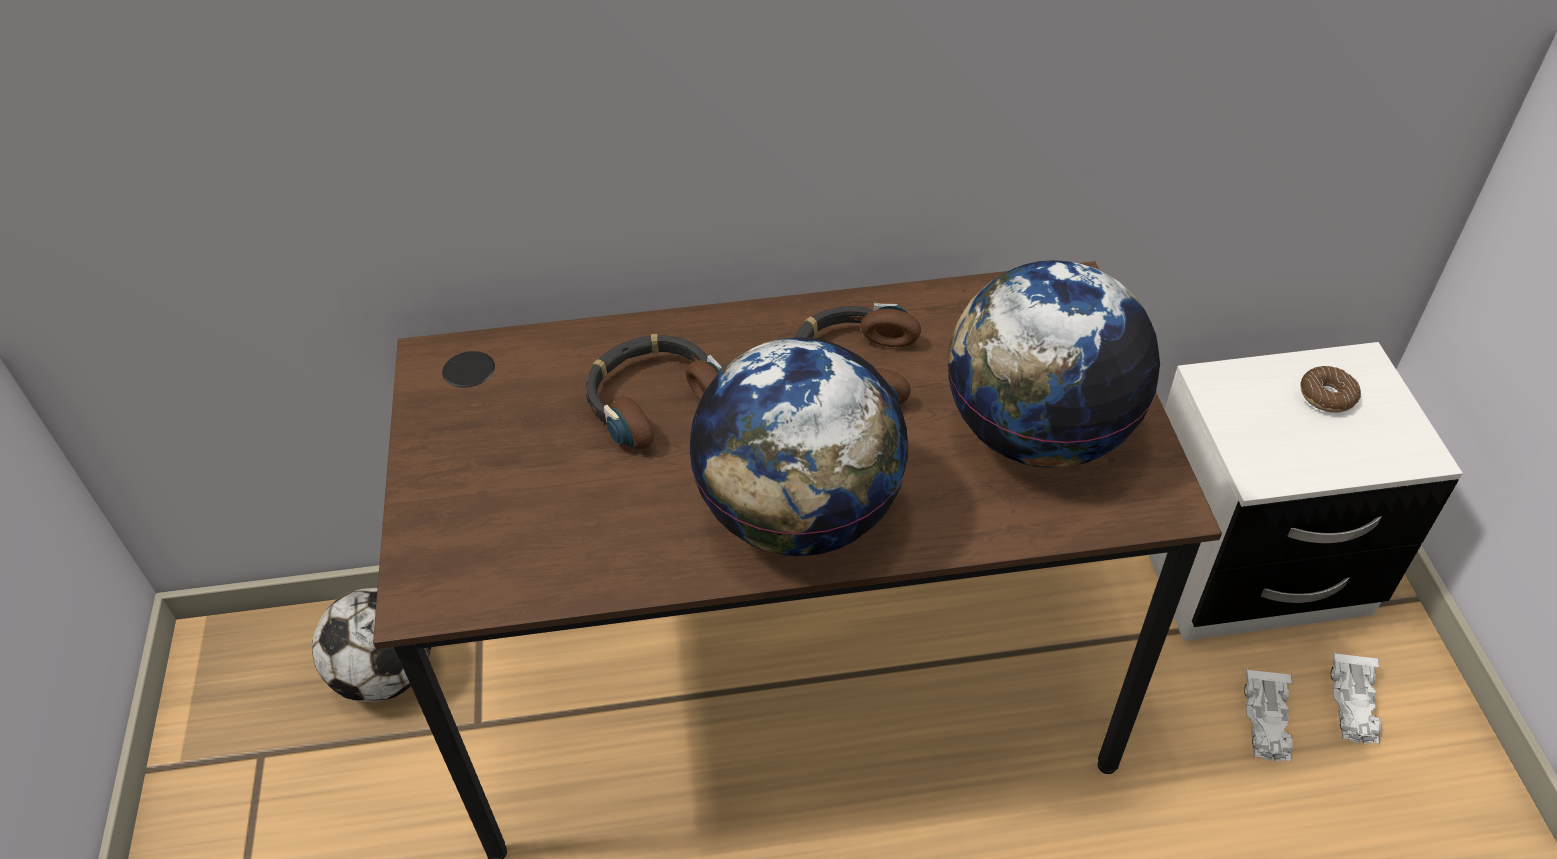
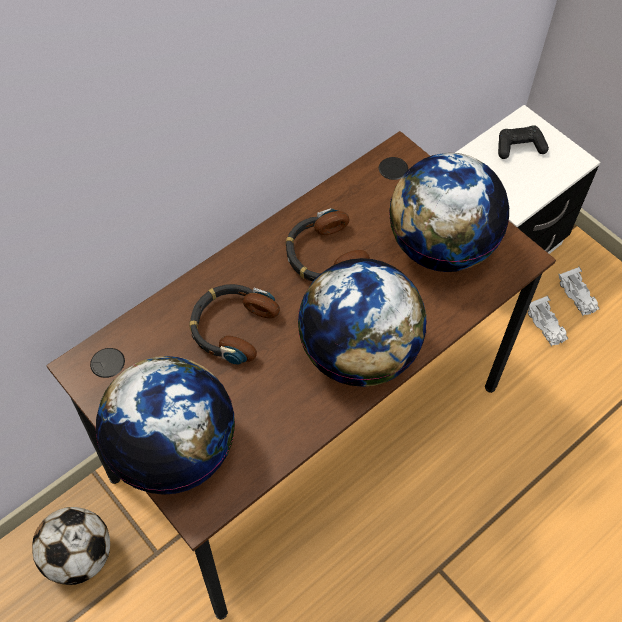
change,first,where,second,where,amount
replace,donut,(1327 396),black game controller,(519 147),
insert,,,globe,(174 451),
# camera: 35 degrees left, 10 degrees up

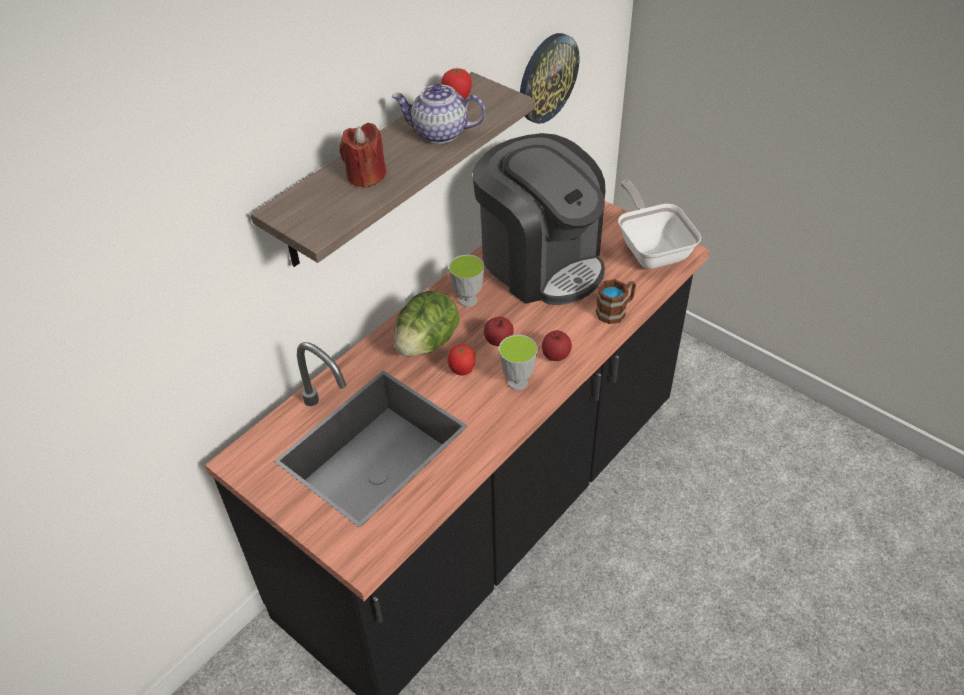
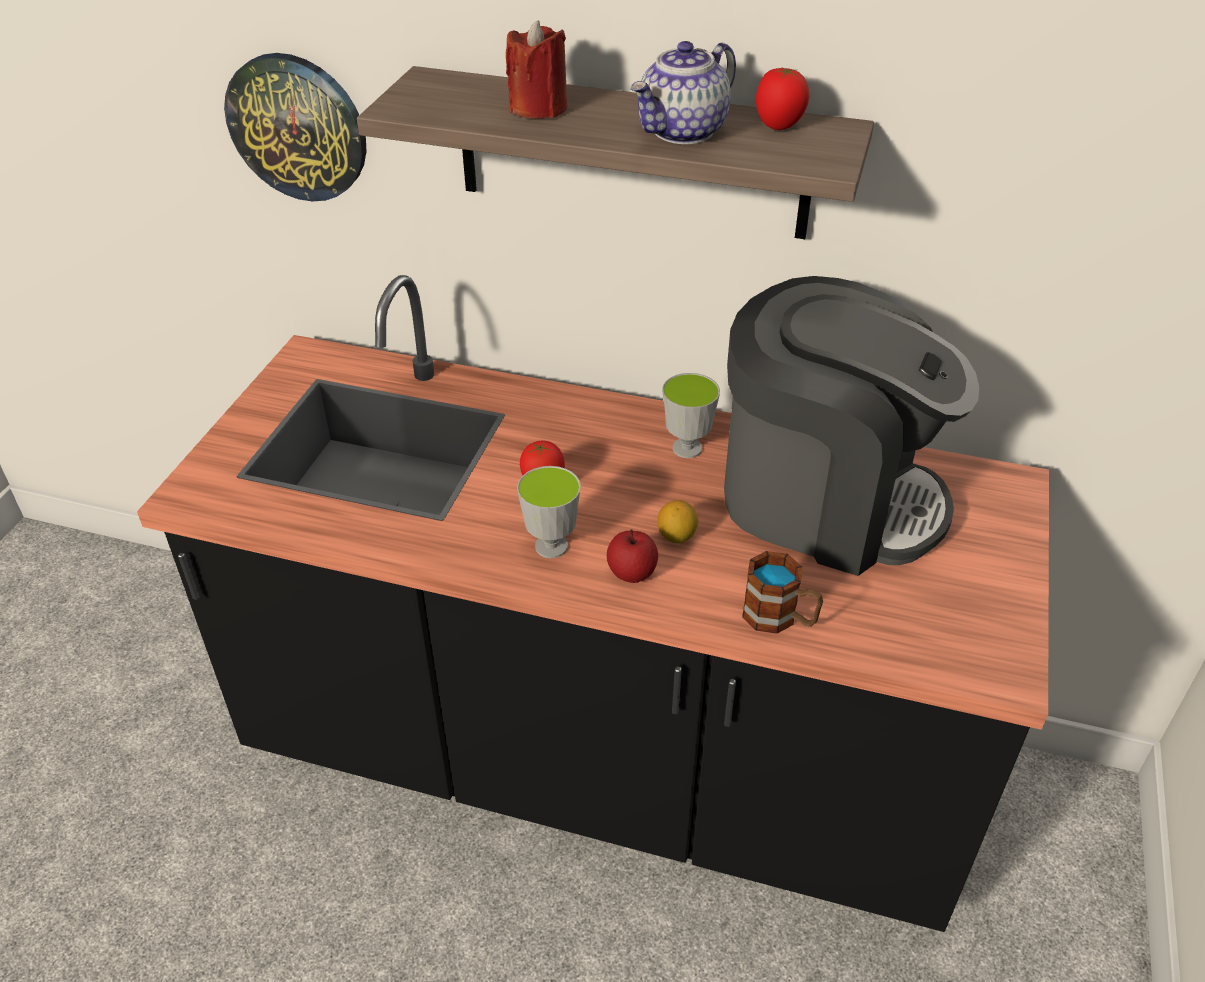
change,first,where,second,where,amount
move,wall clock,(547 78),,(298 127),
rotate,teapot,(439 133),,(683 132),120 degrees counterclockwise
rotate,coffee machine,(540 262),,(826 499),90 degrees counterclockwise
delete,frying pan,(652 249),,,
delete,lettuce,(427 343),,,
delete,apple,(498 340),,,
insert,,,lemon,(676 536),
# camera: 65 degrees right, 5 degrees down

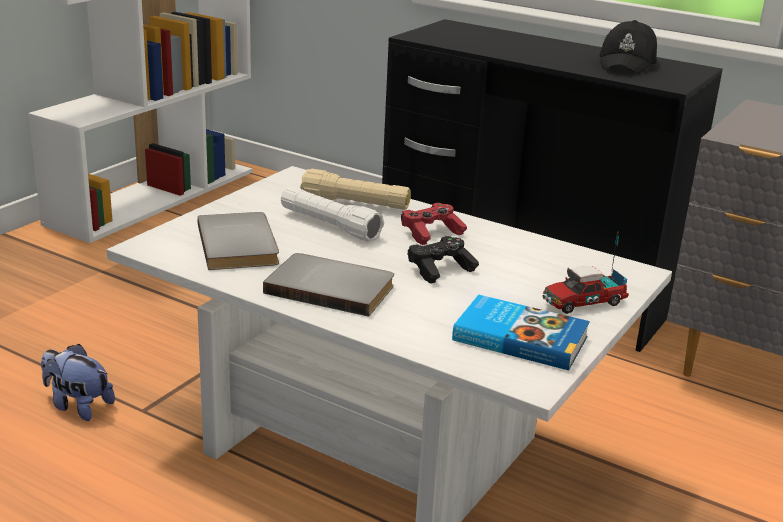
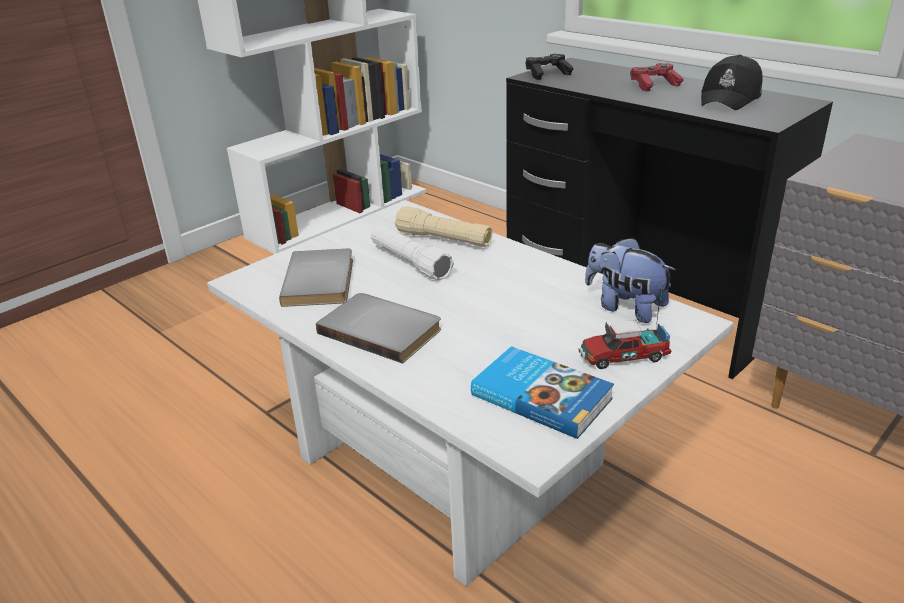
change,first,where,second,where,amount
move,red game controller,(431 233),,(654 85),
move,black game controller,(440 270),,(547 74),
move,plush toy,(77 406),,(625 307),
# camera: 15 degrees right, 5 degrees up

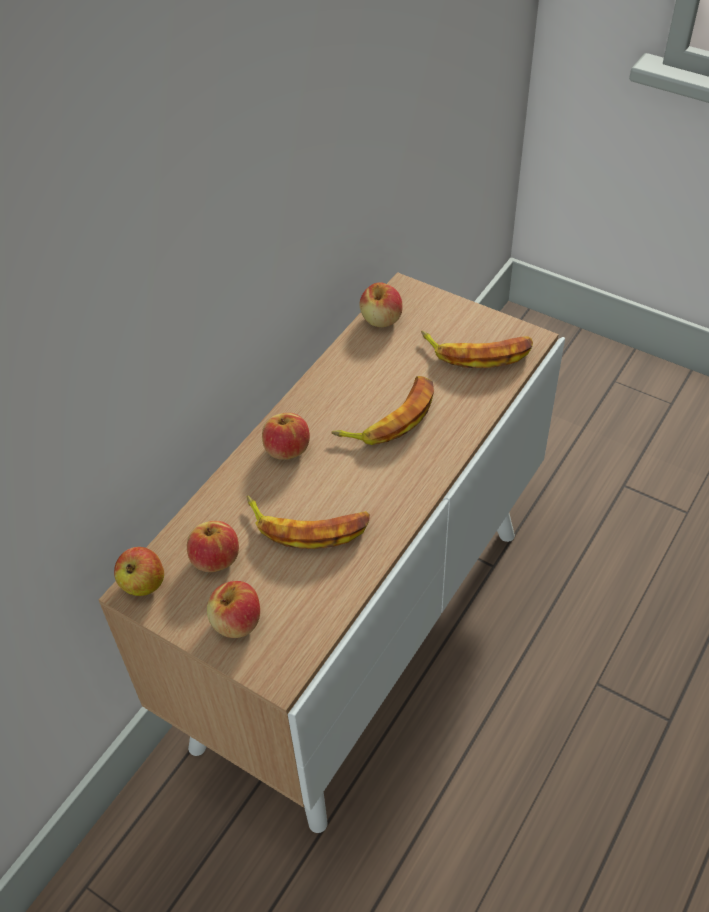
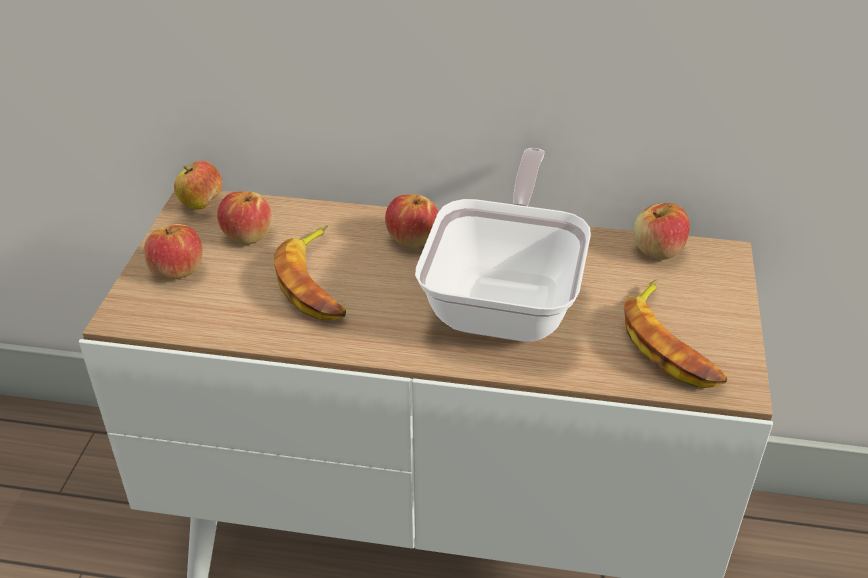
change,first,where,second,where,amount
replace,banana,(390 417),frying pan,(507 299),
# camera: 65 degrees right, 10 degrees down

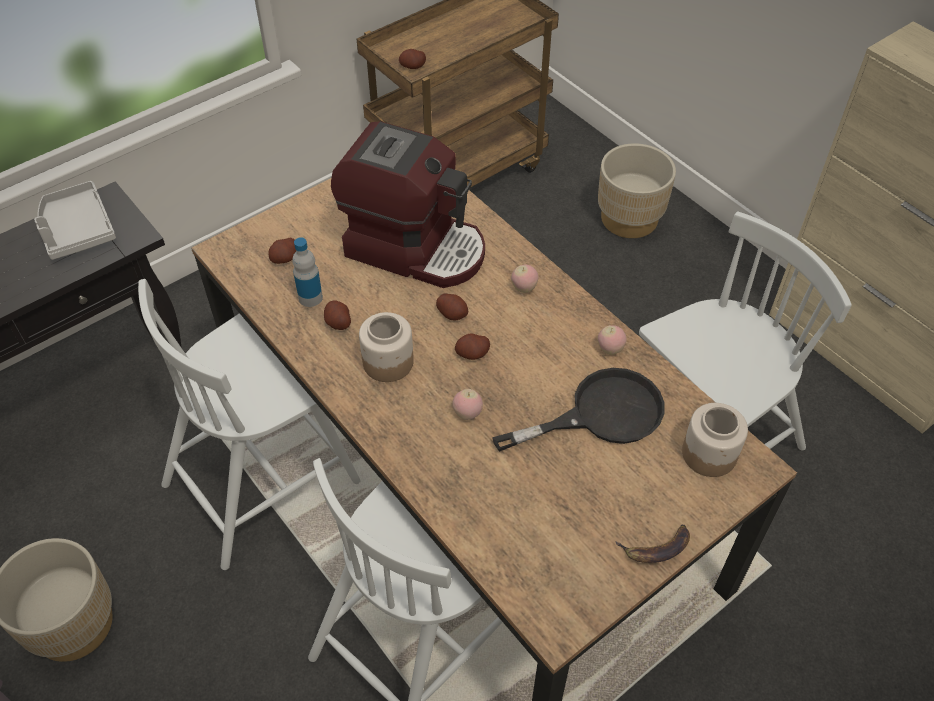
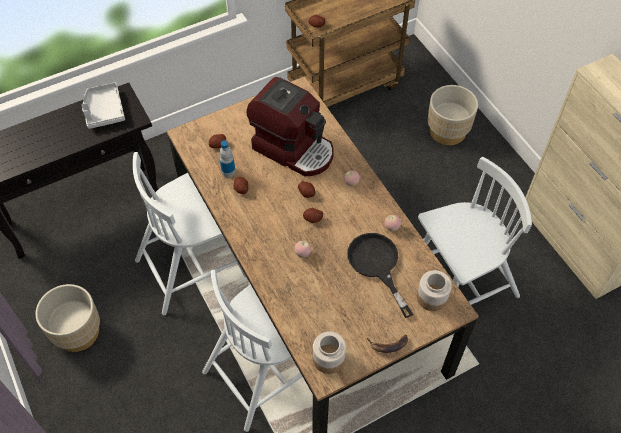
change,first,where,second,where,amount
move,jar,(387 362),,(328 359),
rotate,black frying pan,(600 414),,(377 265),105 degrees counterclockwise
# camera: 10 degrees right, 5 degrees up

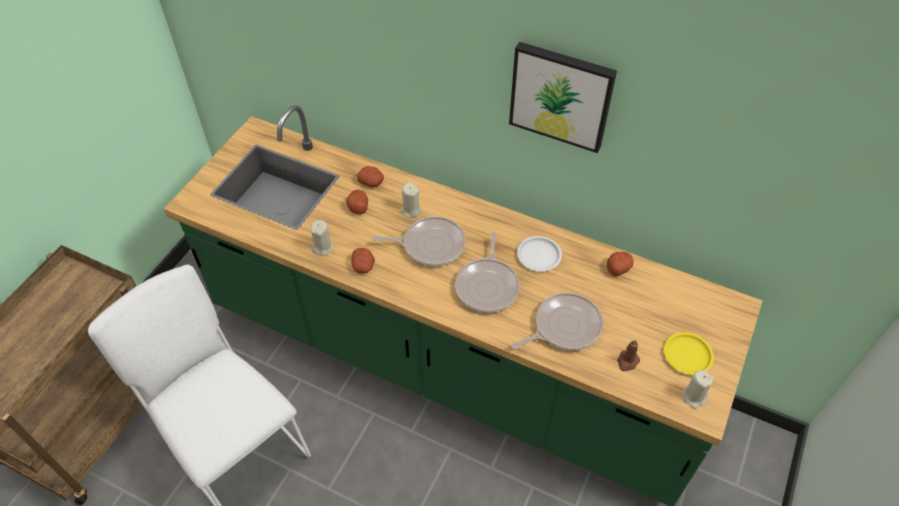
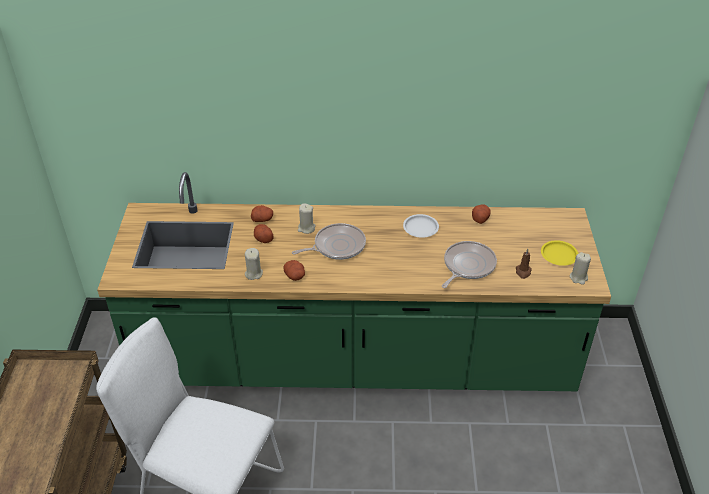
change,first,where,second,where,amount
delete,picture,(561 95),,,
delete,frying pan,(488 286),,,
# camera: 25 degrees left, 10 degrees down

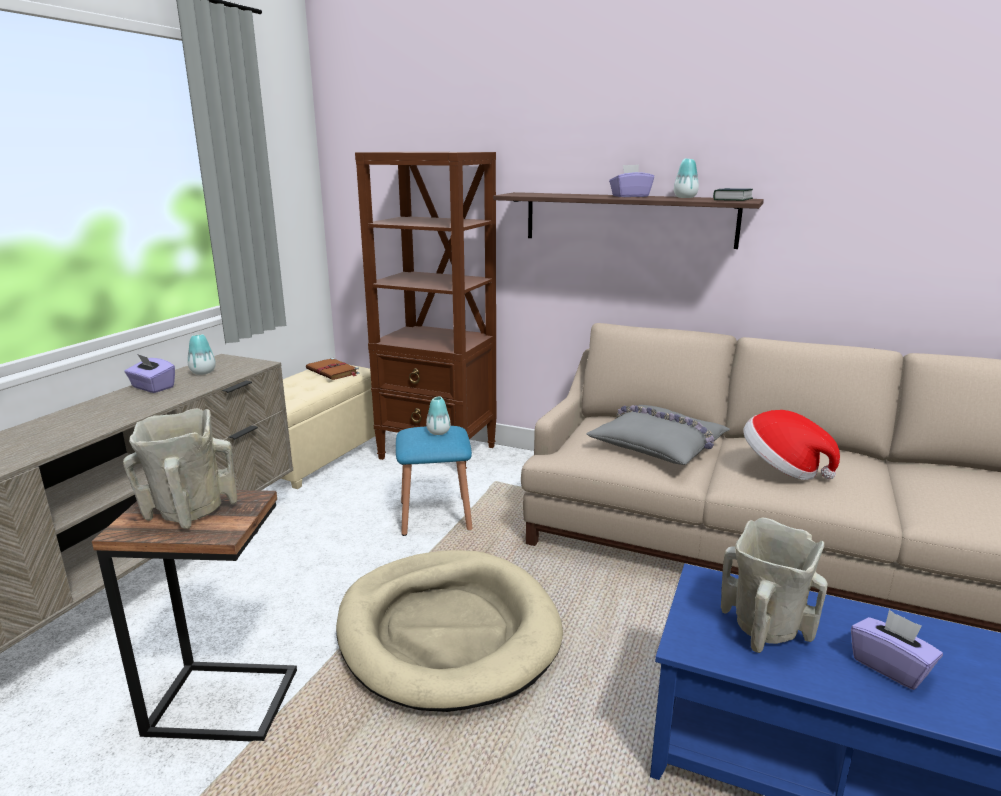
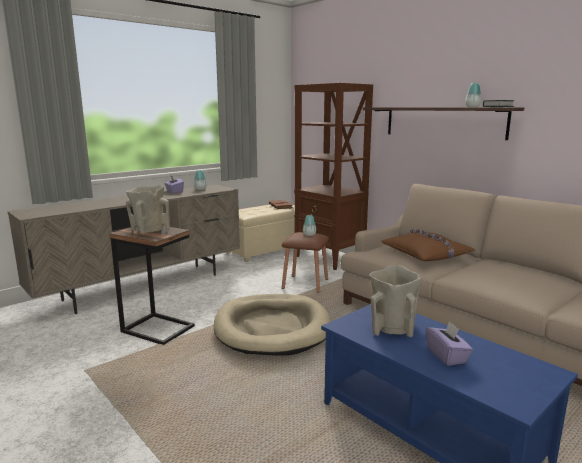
change,first,where,second,where,amount
delete,purple tissue box,(630 196),,,
recolor,grey pillow,(659 445),brown pillow,(426 254),
delete,hat,(782 468),,,
recolor,blue stool,(435 515),brown stool,(305 283),
# camera: 25 degrees right, 5 degrees down

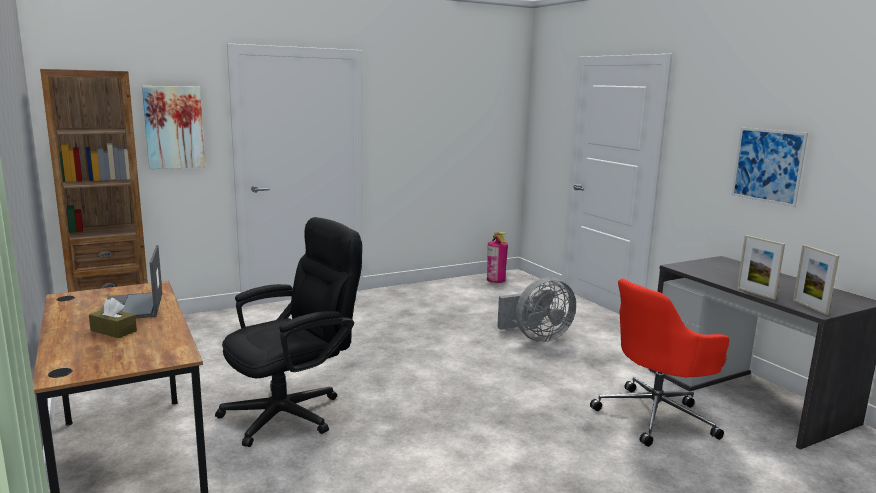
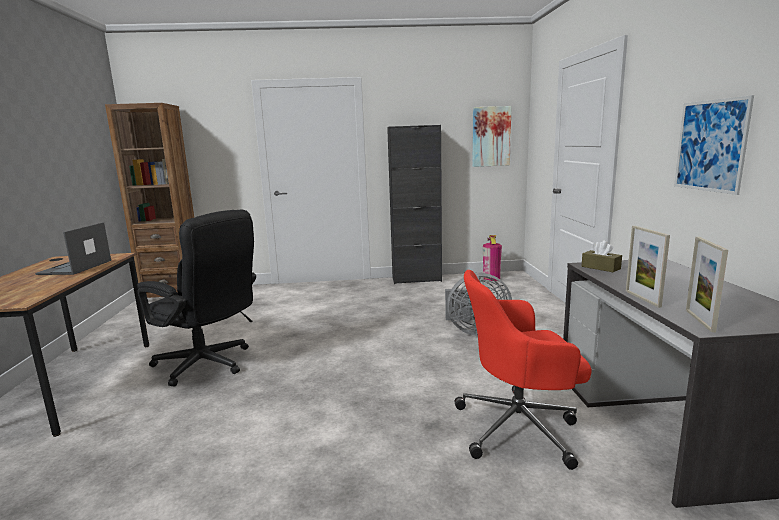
change,first,where,second,where,amount
move,picture,(174 127),,(491 136),
rotate,black office chair,(293 412),,(209 365),45 degrees clockwise
move,brown tissue box,(113 331),,(600 267),
insert,,,black cabinet,(416 279),
# camera: 25 degrees right, 0 degrees up

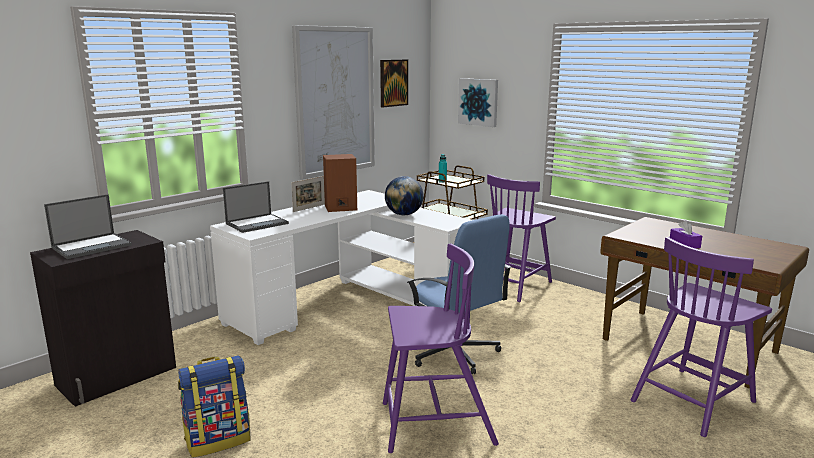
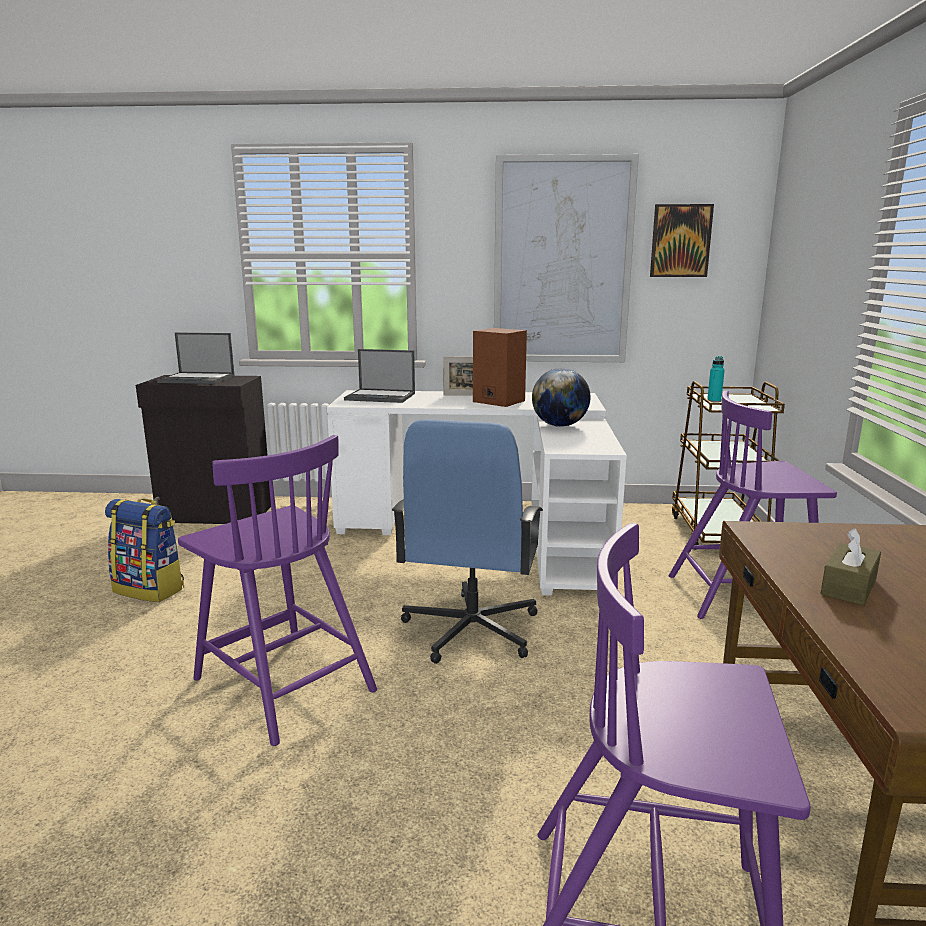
change,first,where,second,where,amount
delete,picture,(478 102),,,
recolor,purple tissue box,(684 244),brown tissue box,(848 587),
# camera: 50 degrees right, 0 degrees up

